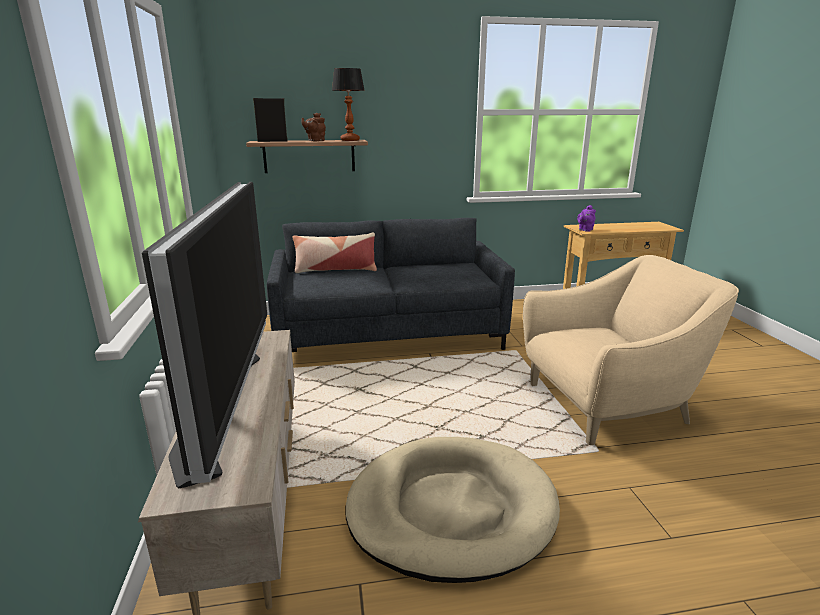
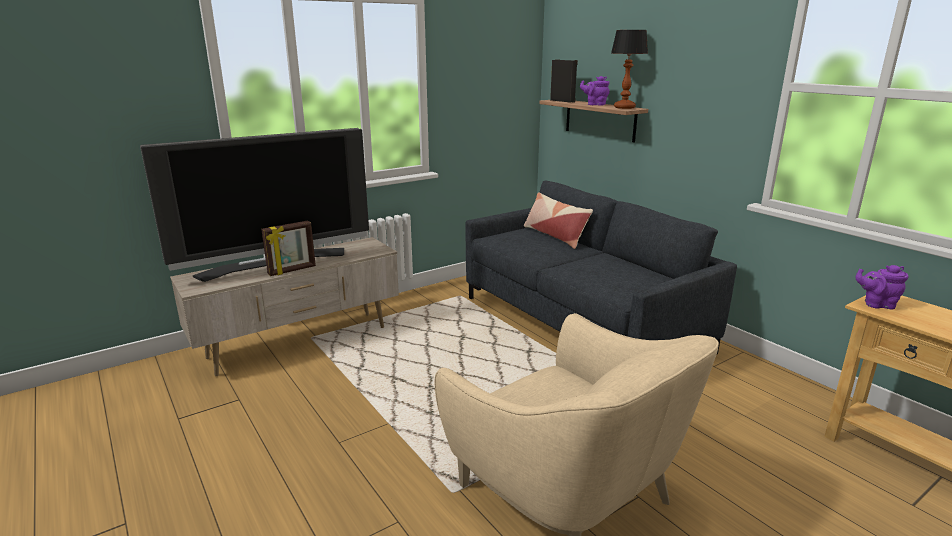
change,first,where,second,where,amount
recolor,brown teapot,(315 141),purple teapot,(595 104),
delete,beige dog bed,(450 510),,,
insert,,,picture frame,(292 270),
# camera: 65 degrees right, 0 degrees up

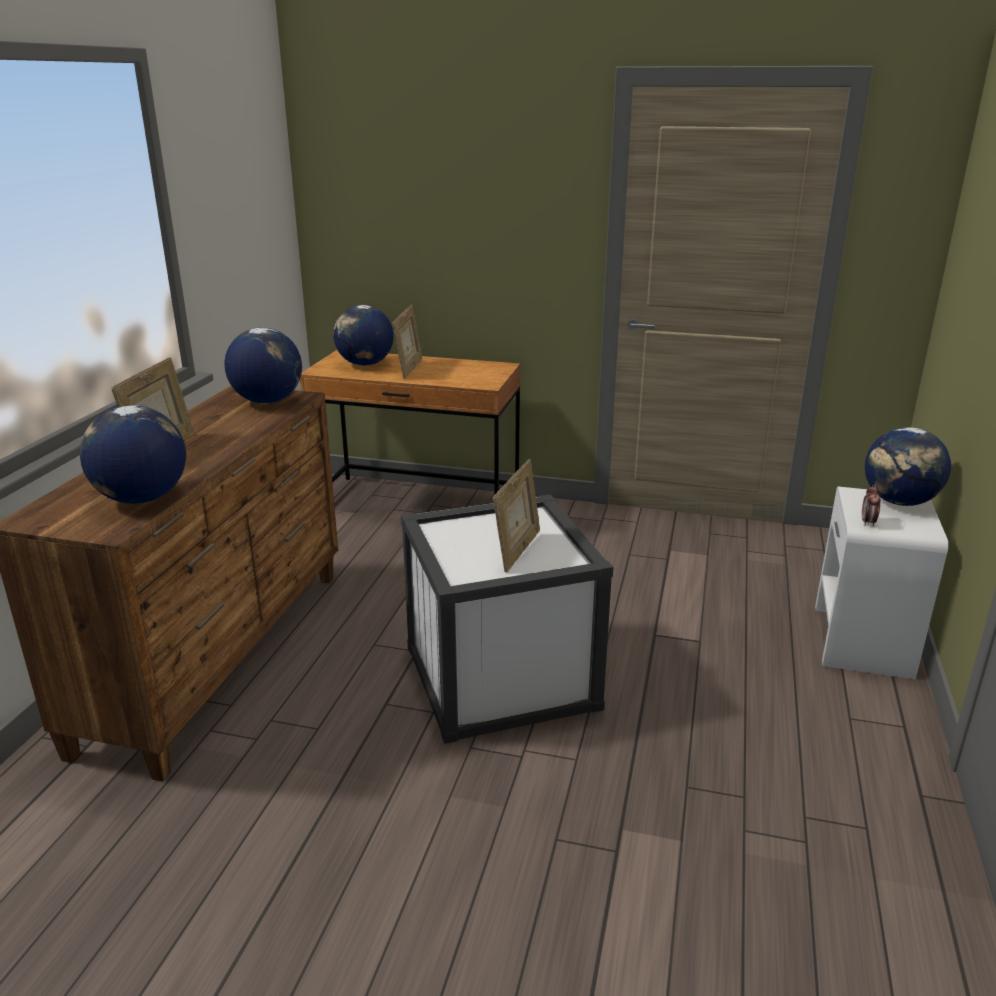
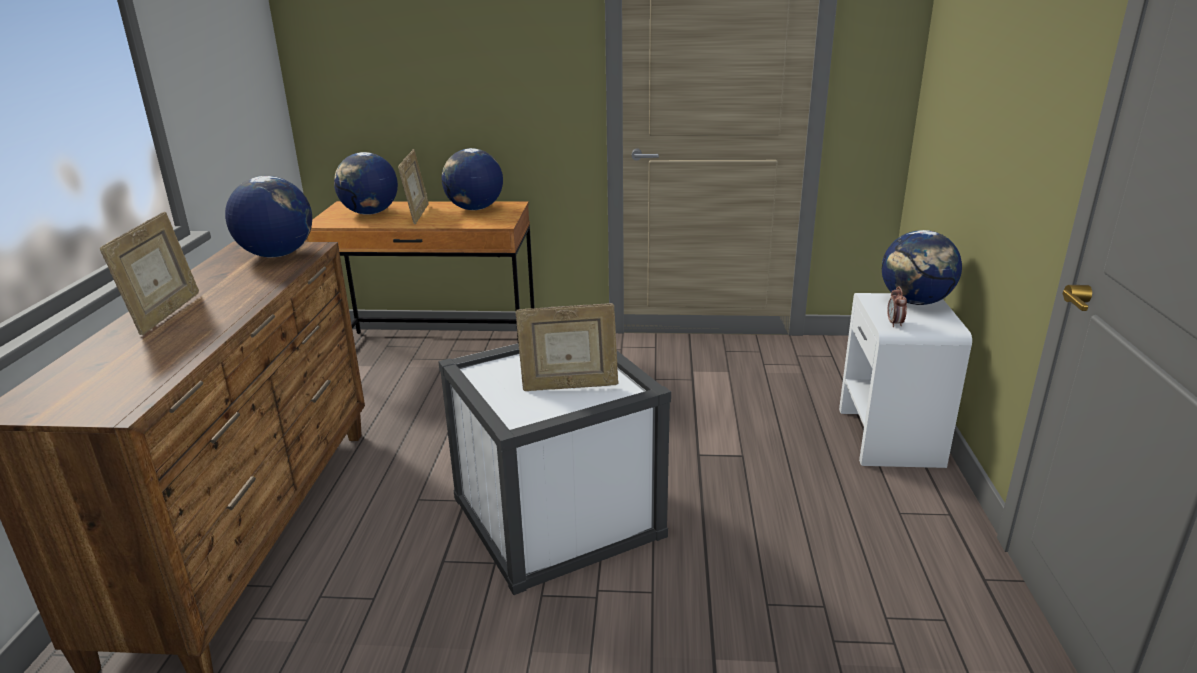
change,first,where,second,where,amount
move,globe,(141 499),,(474 209),
rotate,picture frame,(517 551),,(569 386),75 degrees clockwise
# camera: 10 degrees left, 0 degrees up

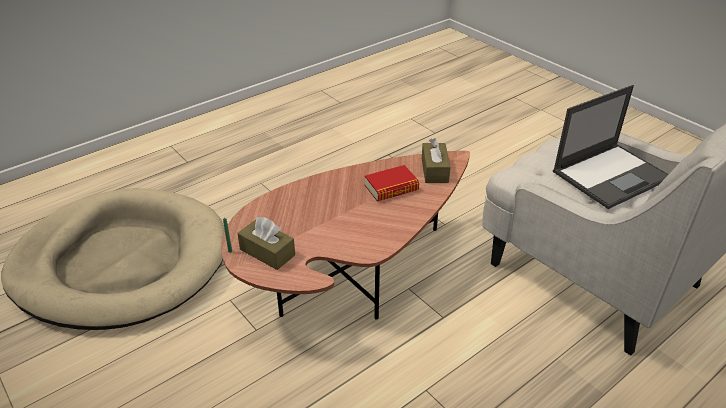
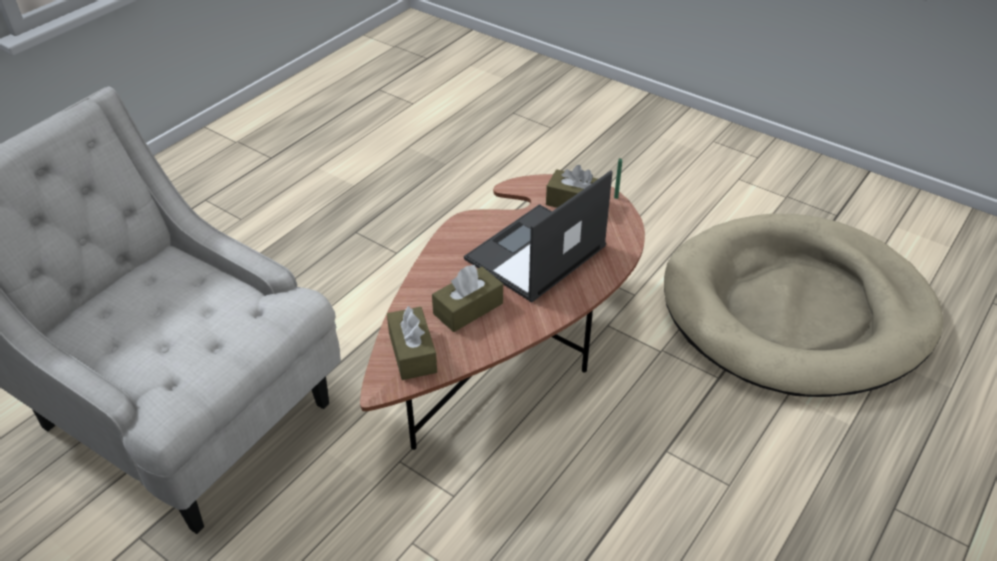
change,first,where,second,where,amount
move,laptop,(611 175),,(534 254),
replace,book,(391 188),brown tissue box,(468 308),
# camera: 165 degrees right, 5 degrees up

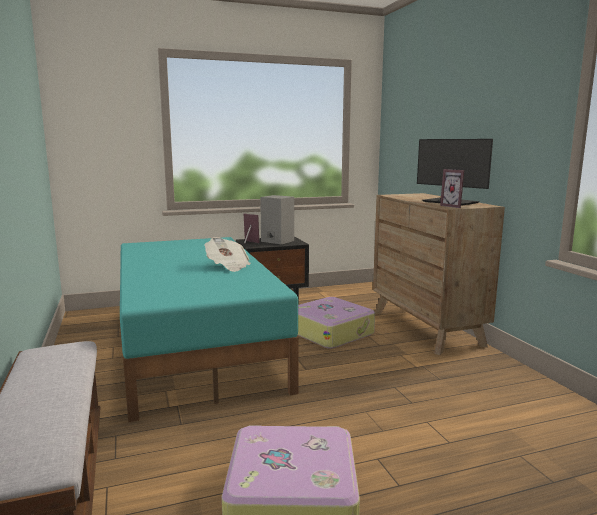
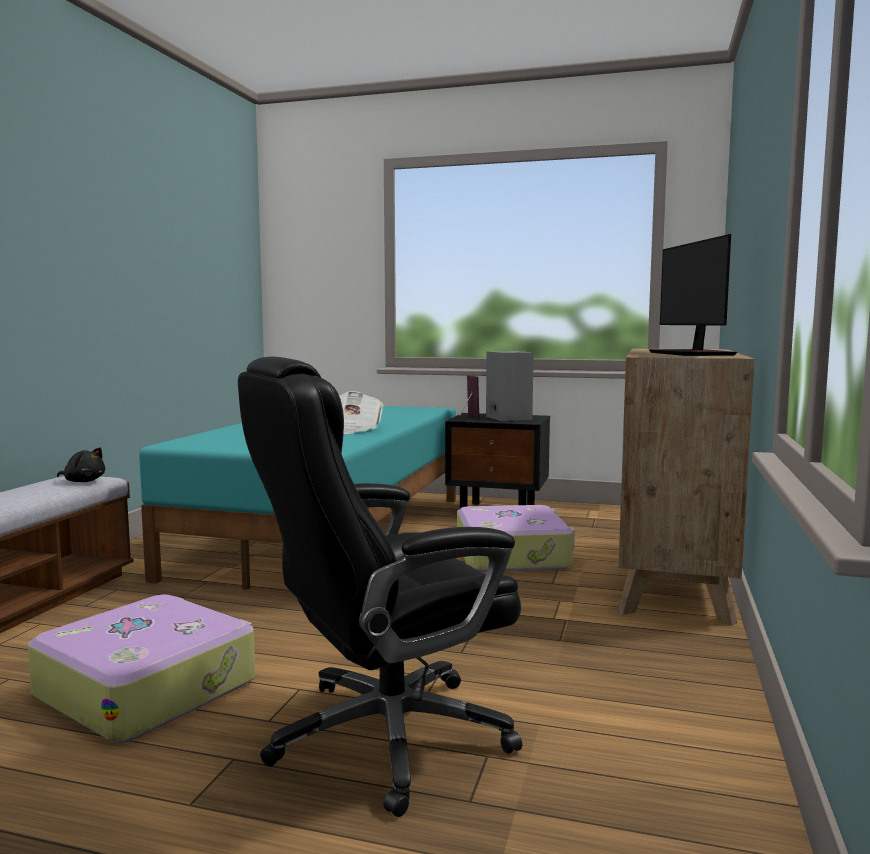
change,first,where,second,where,amount
delete,picture frame,(454 206),,,
insert,,,black office chair,(384 737),
insert,,,black plush toy,(83 481),
# camera: 35 degrees right, 5 degrees down

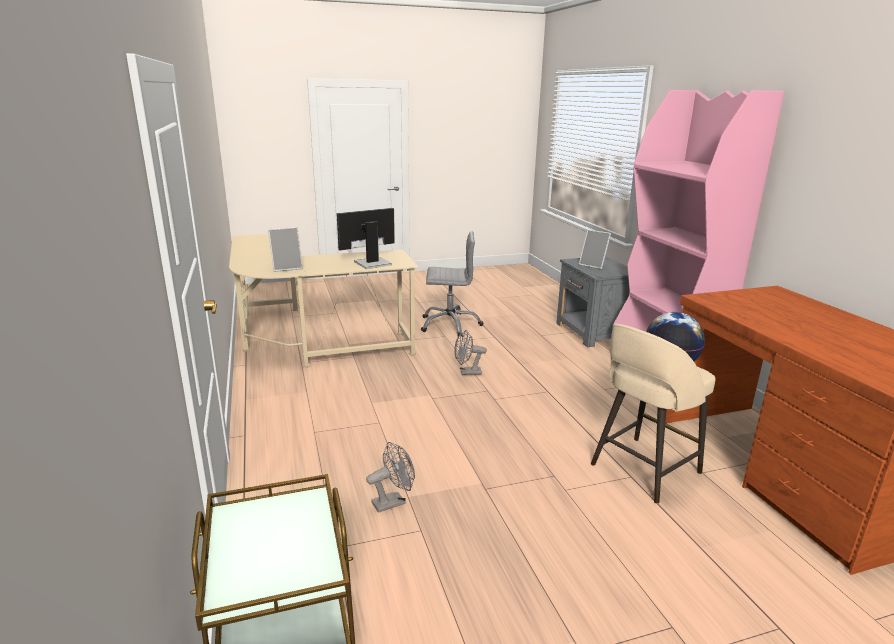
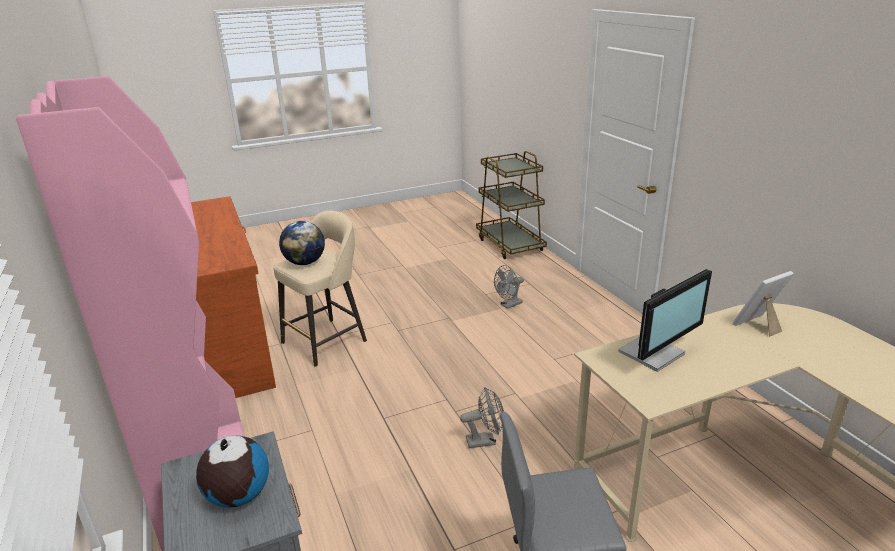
change,first,where,second,where,amount
replace,picture frame,(593 265),globe,(238 496),
# camera: 175 degrees right, 5 degrees up

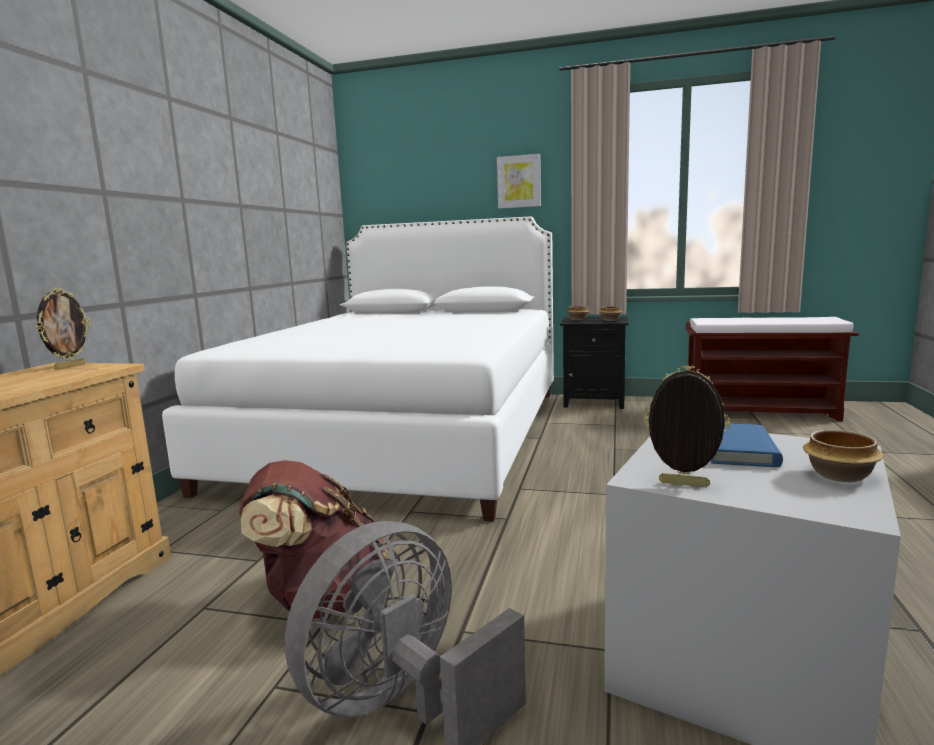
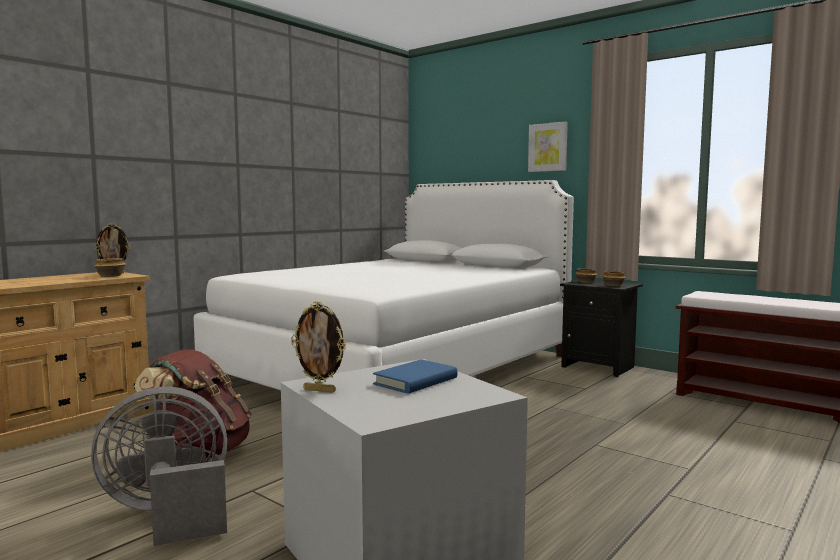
change,first,where,second,where,amount
rotate,picture frame,(683 485),,(320 390),150 degrees clockwise
move,bowl,(841 476),,(110 276),
# camera: 25 degrees right, 5 degrees down

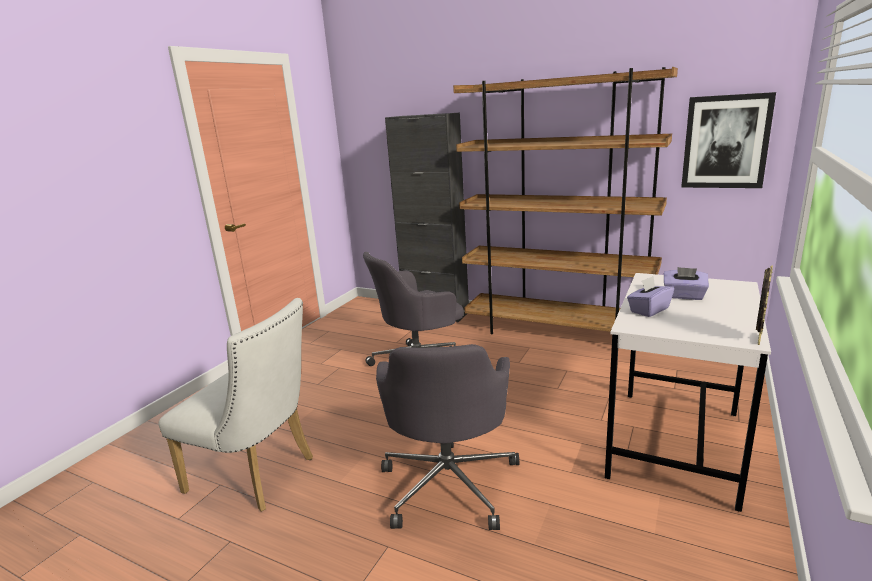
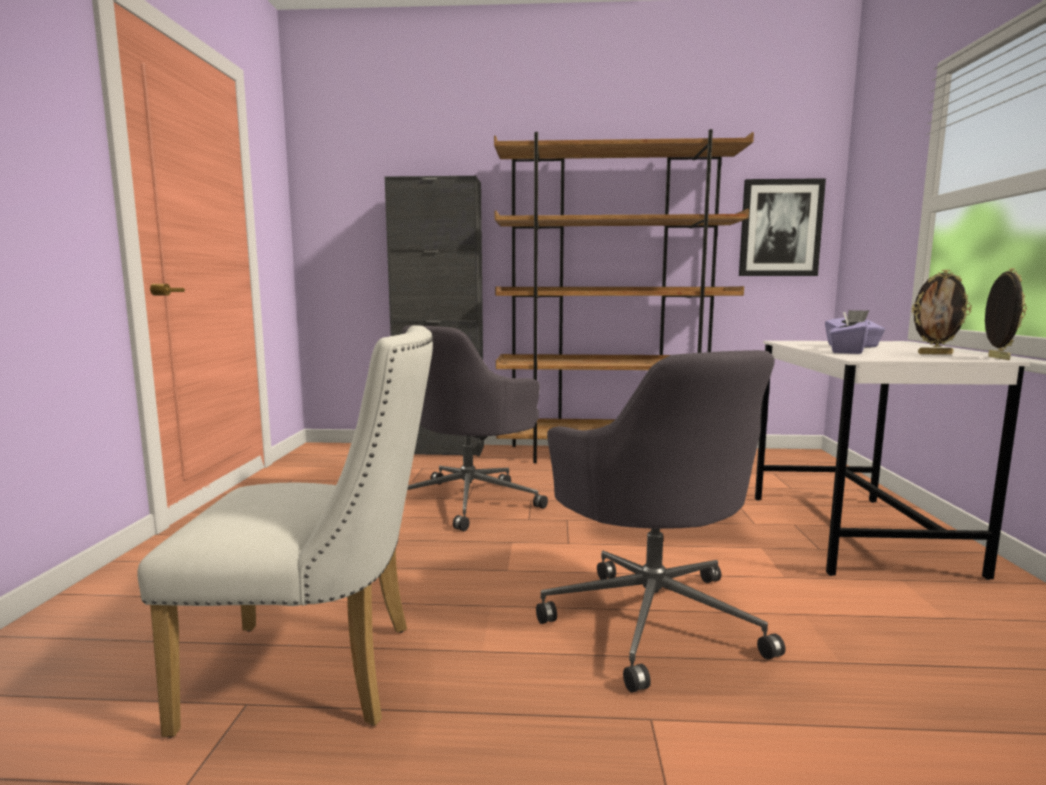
change,first,where,second,where,amount
insert,,,picture frame,(934 354),
# camera: 25 degrees left, 10 degrees down

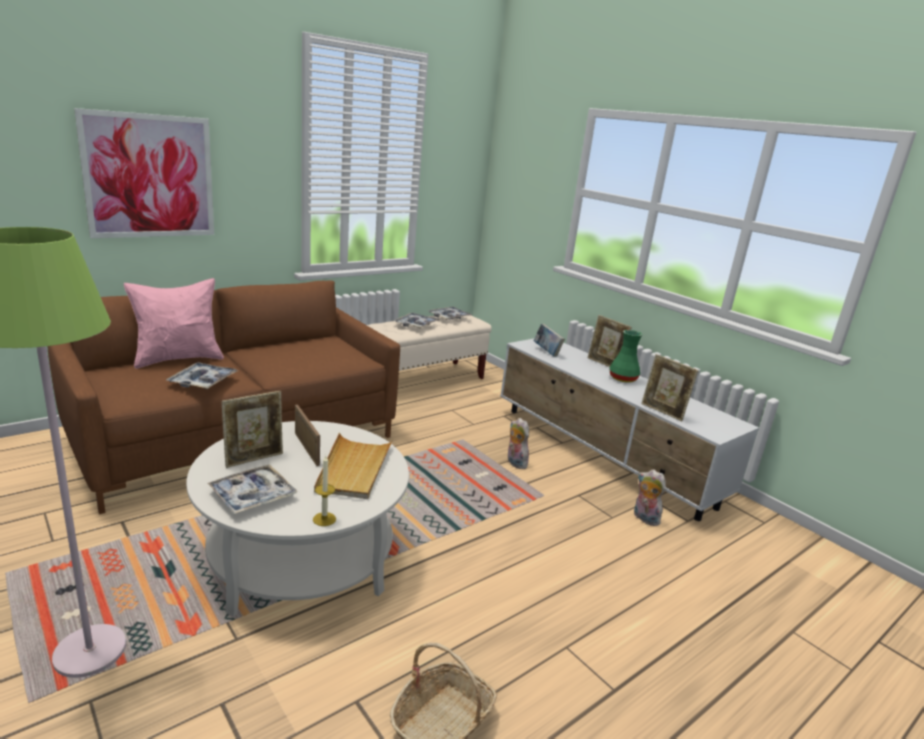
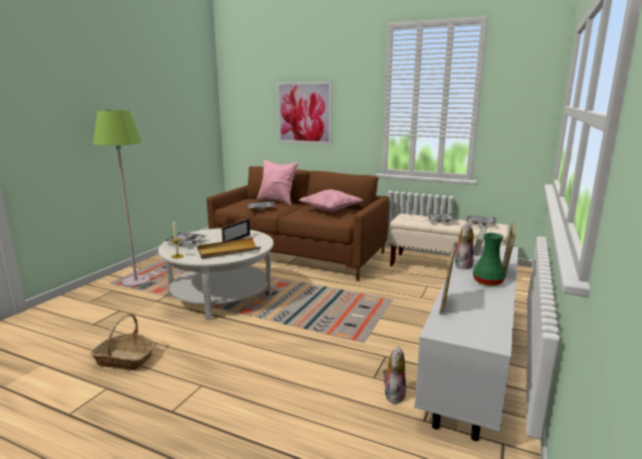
change,first,where,second,where,amount
delete,picture frame,(254 459),,,
move,plush toy,(514 463),,(462 264),
insert,,,pink pillow,(330 210),
# camera: 65 degrees right, 5 degrees down

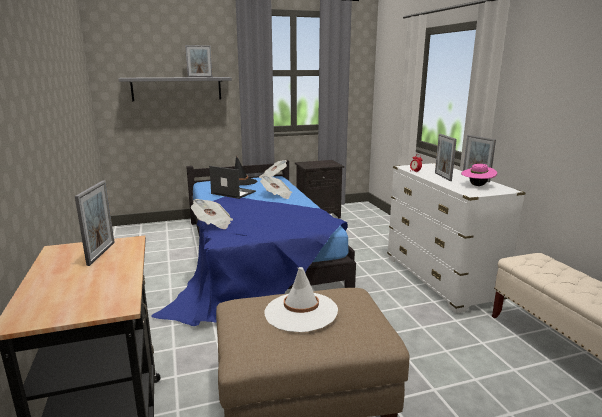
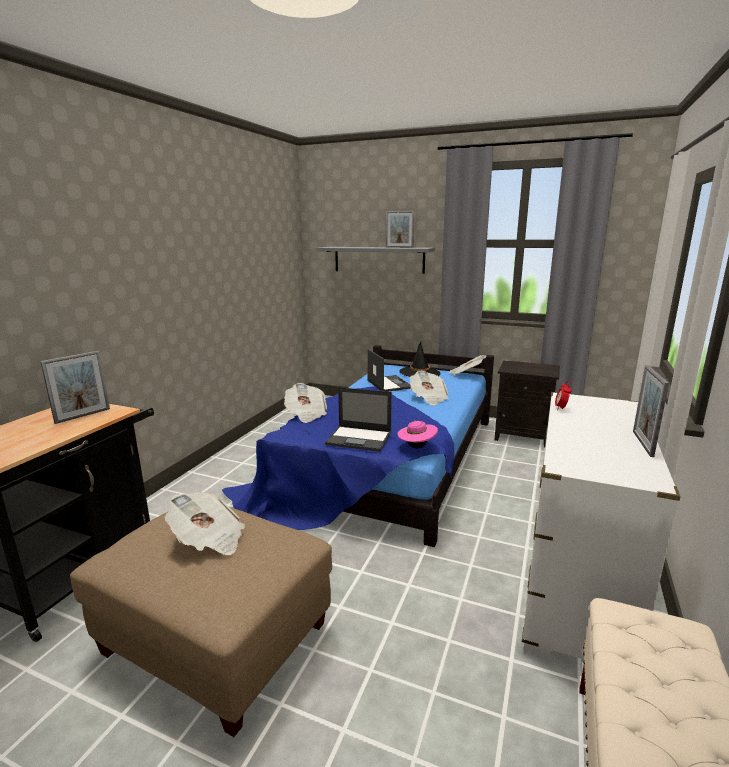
change,first,where,second,where,amount
delete,picture frame,(443 177),,,
move,pink hat,(477 185),,(416 446),
replace,white hat,(301 312),newspaper,(209 539),
insert,,,laptop,(360 438),
# camera: 40 degrees right, 0 degrees up

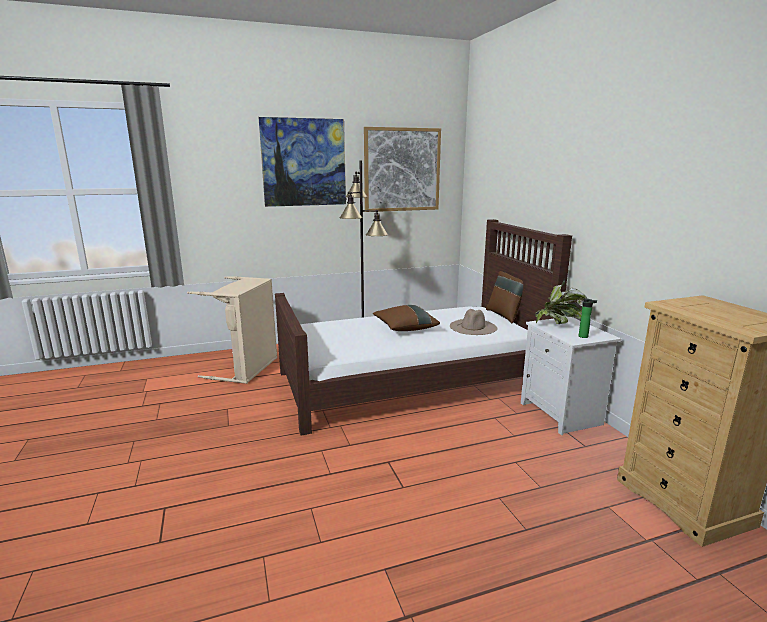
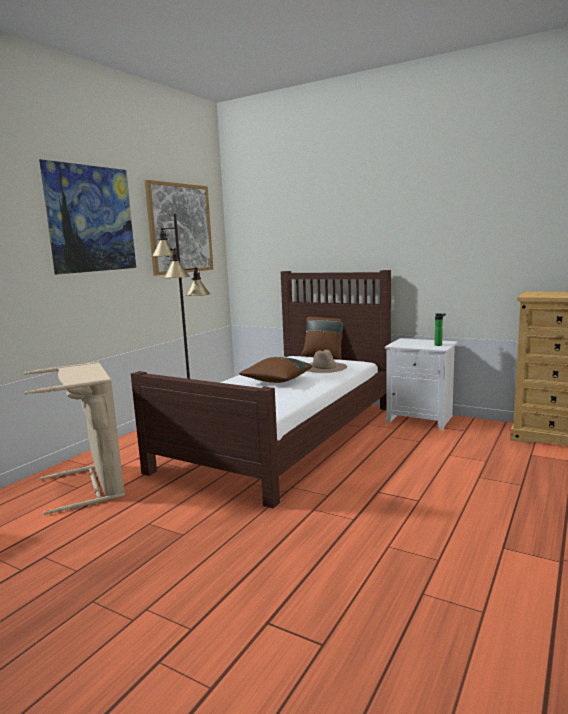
change,first,where,second,where,amount
delete,potted plant,(559 325),,,
# camera: 40 degrees left, 5 degrees down

